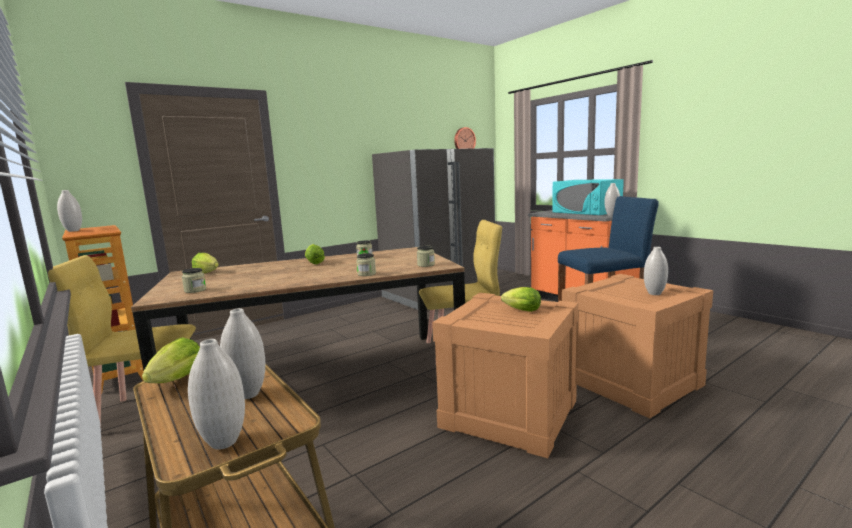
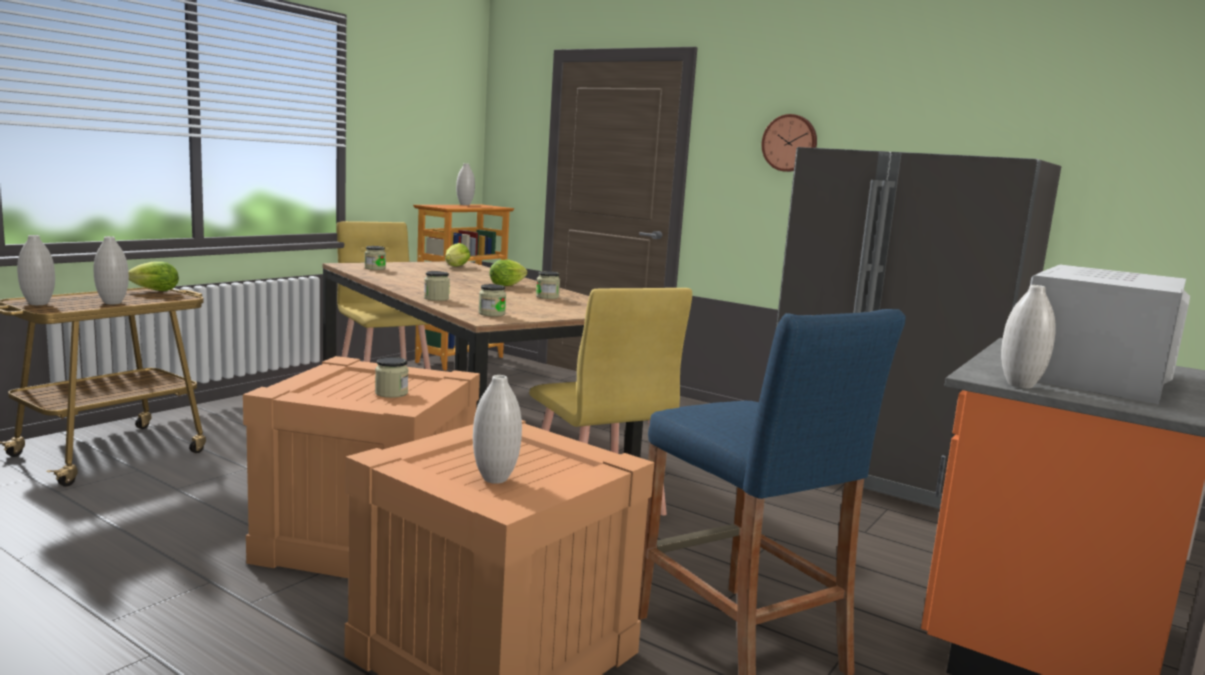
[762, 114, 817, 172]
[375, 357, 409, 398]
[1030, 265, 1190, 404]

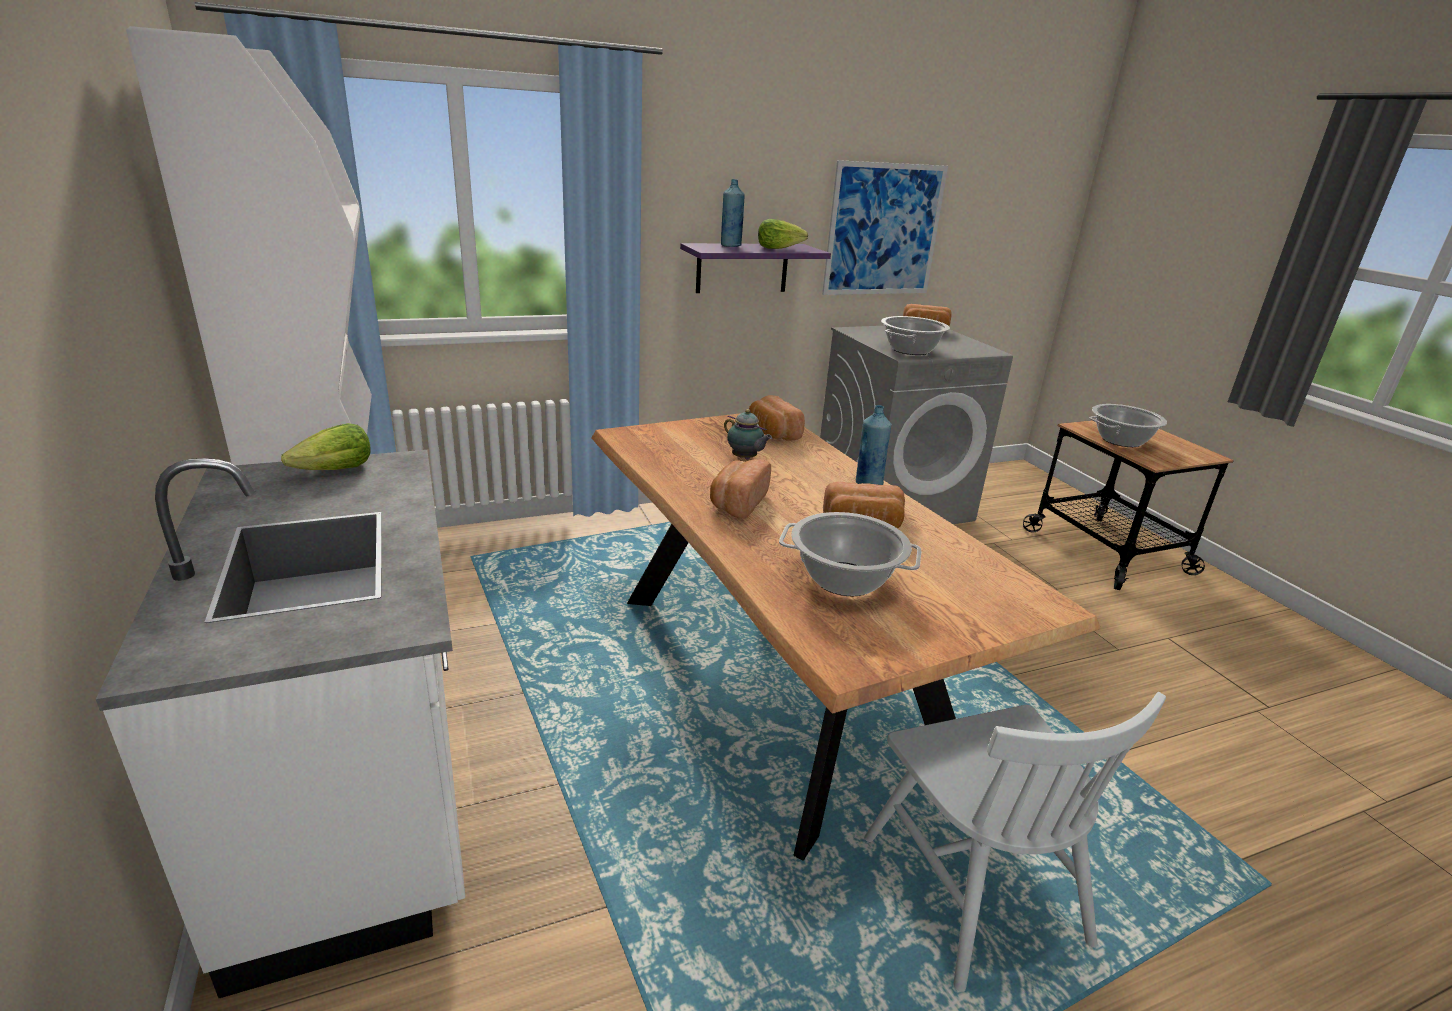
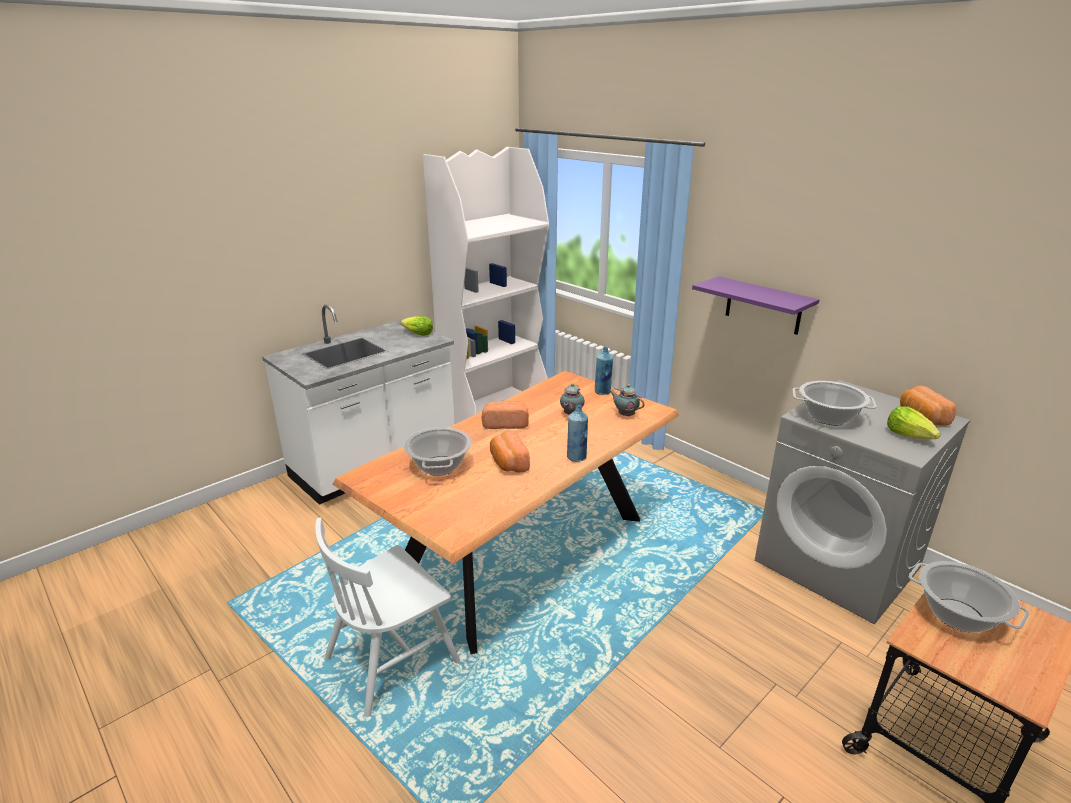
[822, 160, 948, 295] (first image)
[595, 347, 613, 395]
[887, 406, 941, 439]
[610, 384, 645, 417]

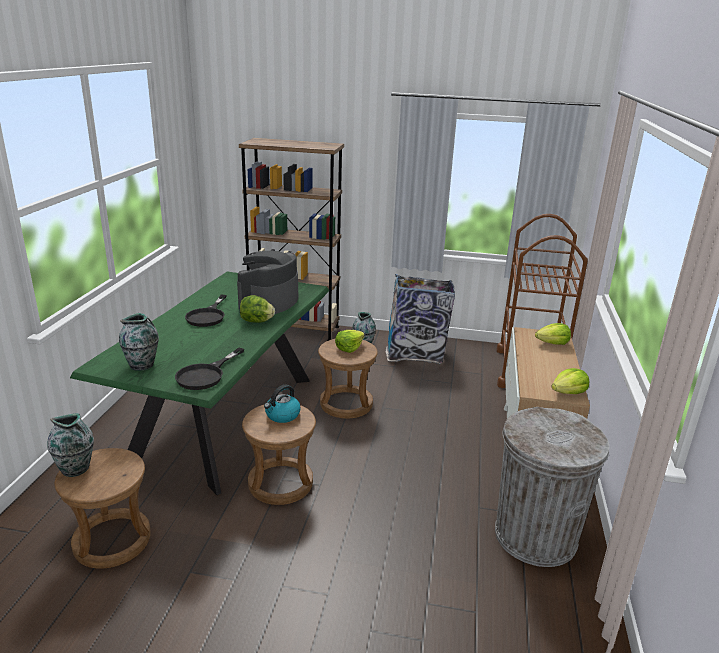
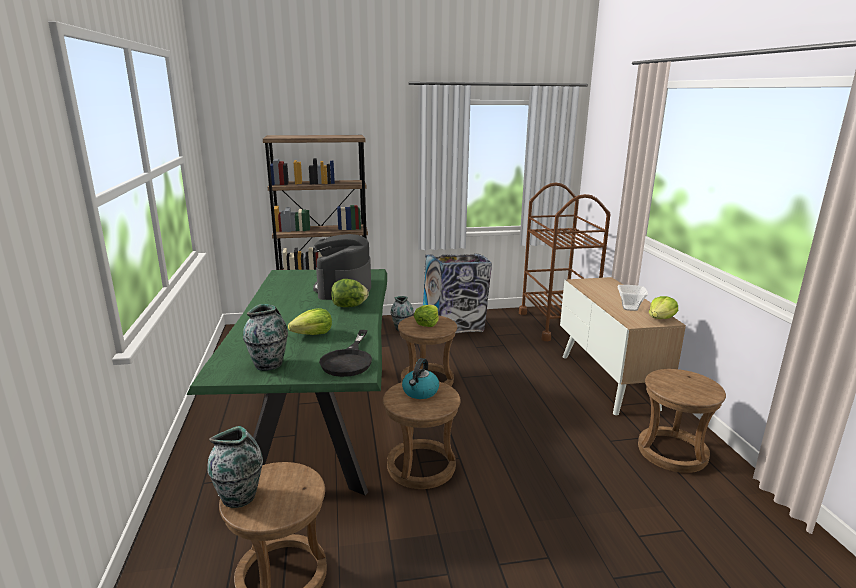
[185, 295, 227, 327] (first image)
[617, 285, 648, 311]
[288, 308, 332, 335]
[638, 369, 726, 473]

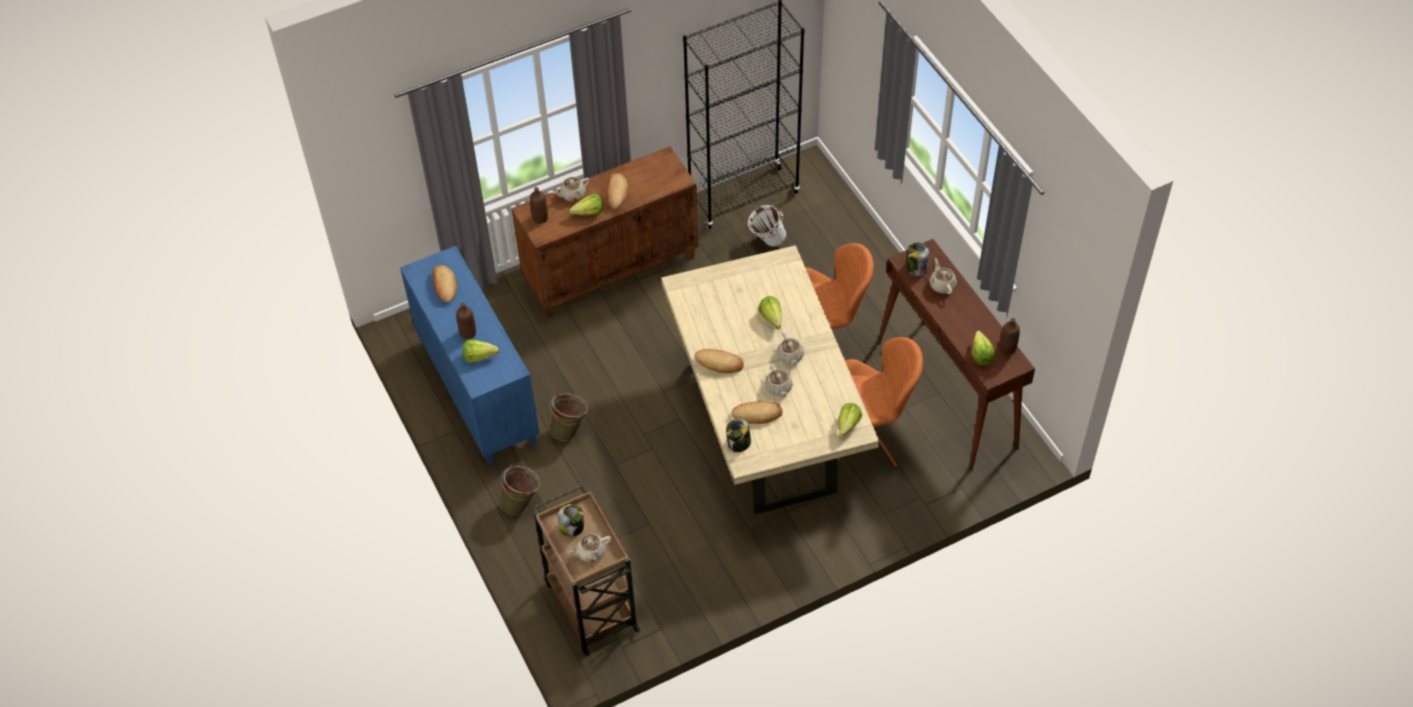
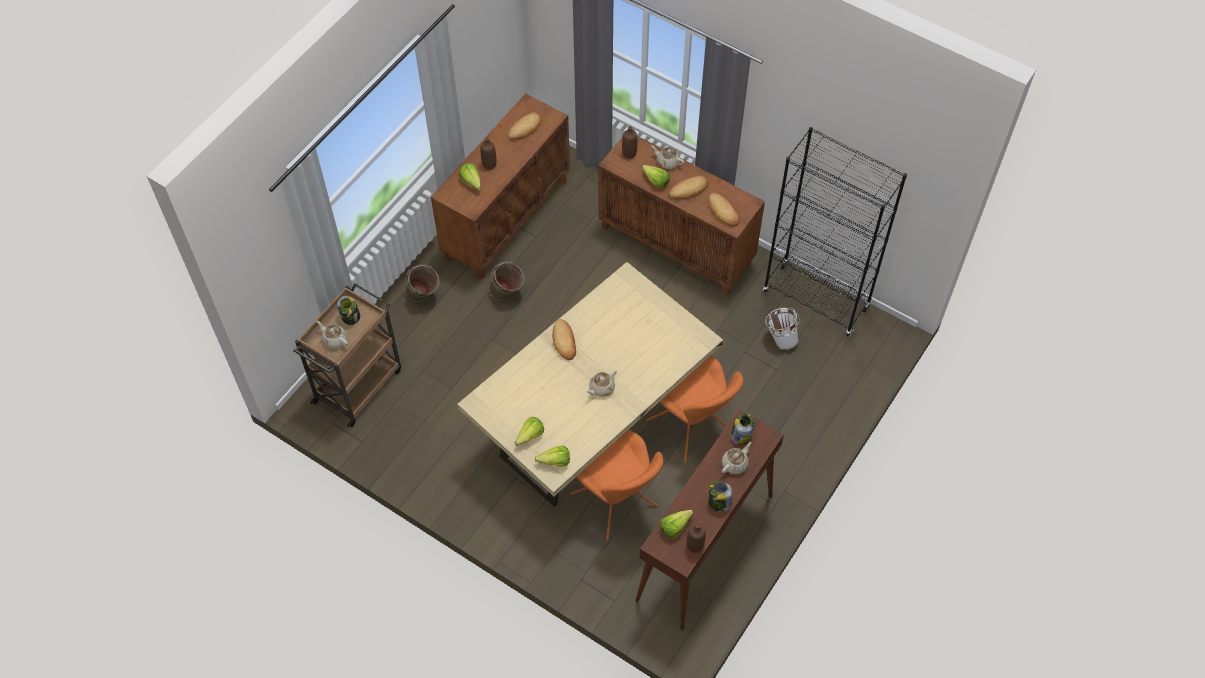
[765, 364, 793, 397] (first image)
[708, 481, 732, 512]
[708, 193, 740, 227]
[515, 417, 544, 446]
[431, 93, 570, 280]

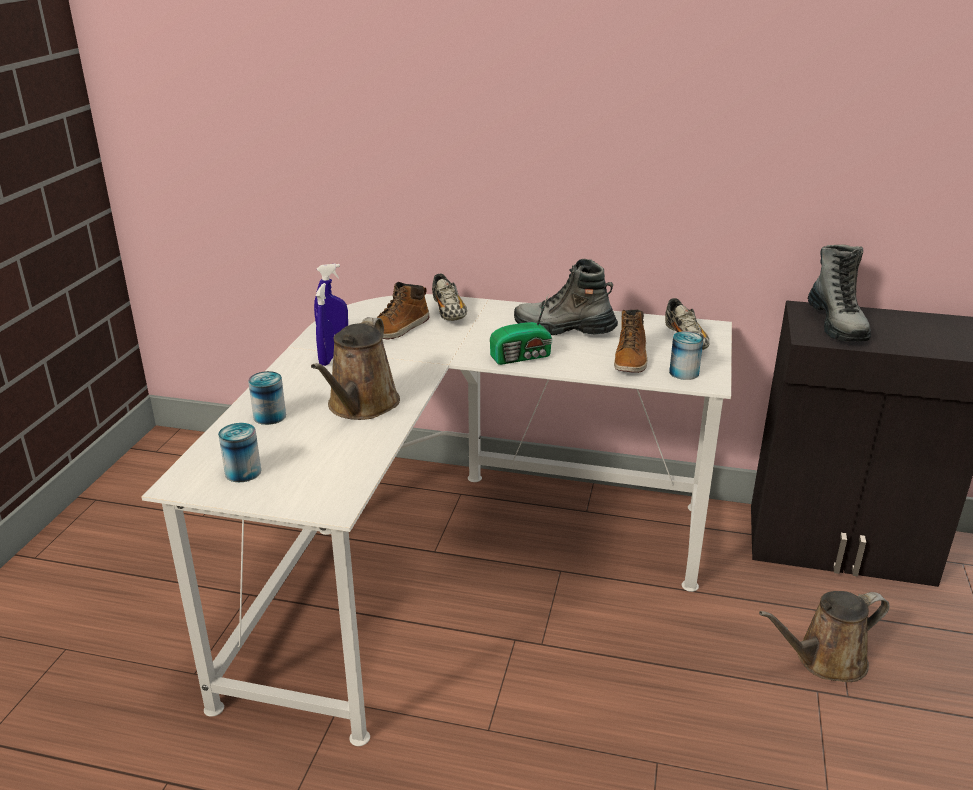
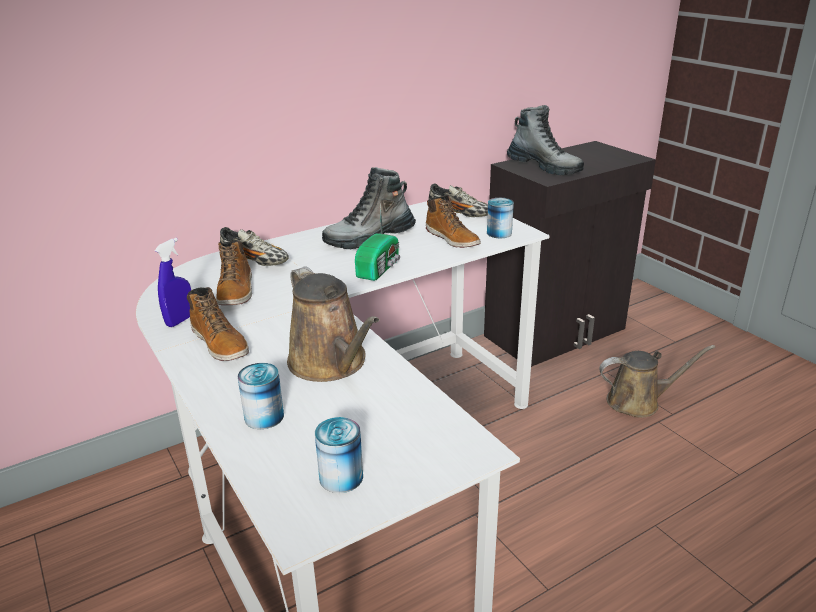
[187, 287, 249, 361]
[599, 345, 715, 418]

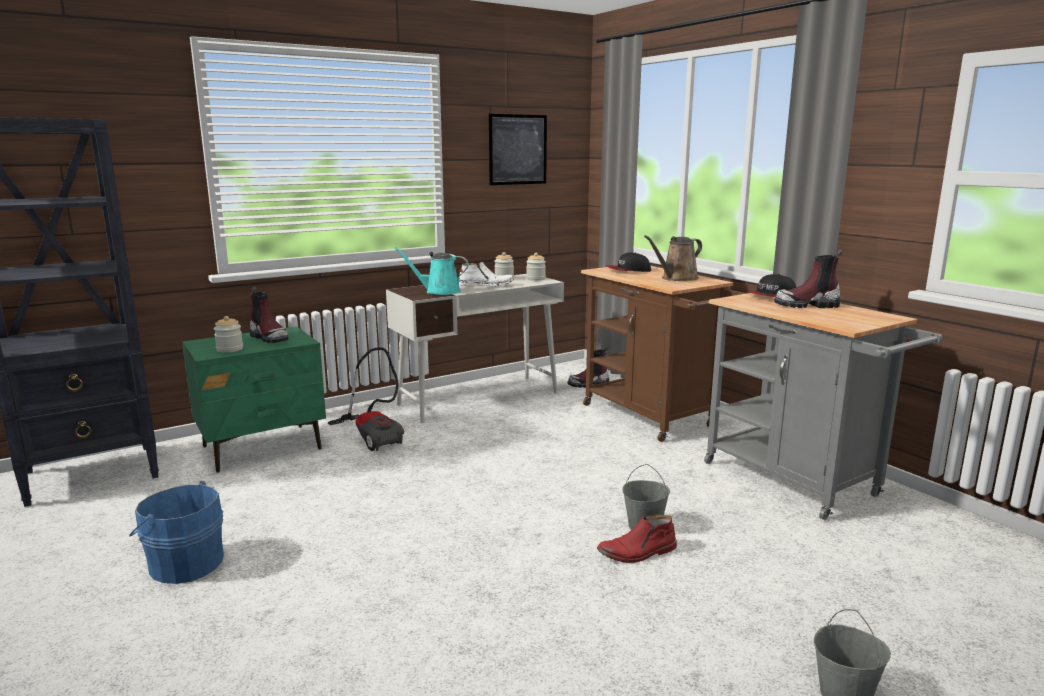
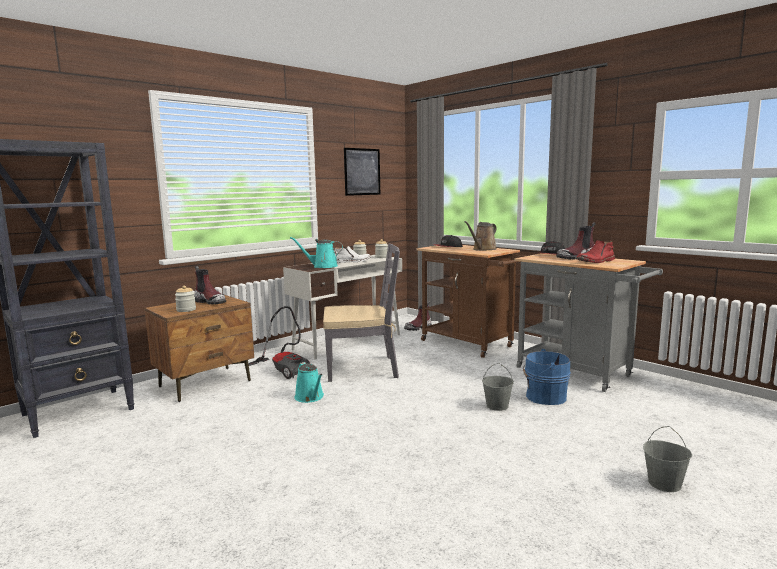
[295, 362, 324, 403]
[323, 244, 400, 382]
[523, 349, 571, 405]
[576, 240, 615, 263]
[144, 295, 254, 402]

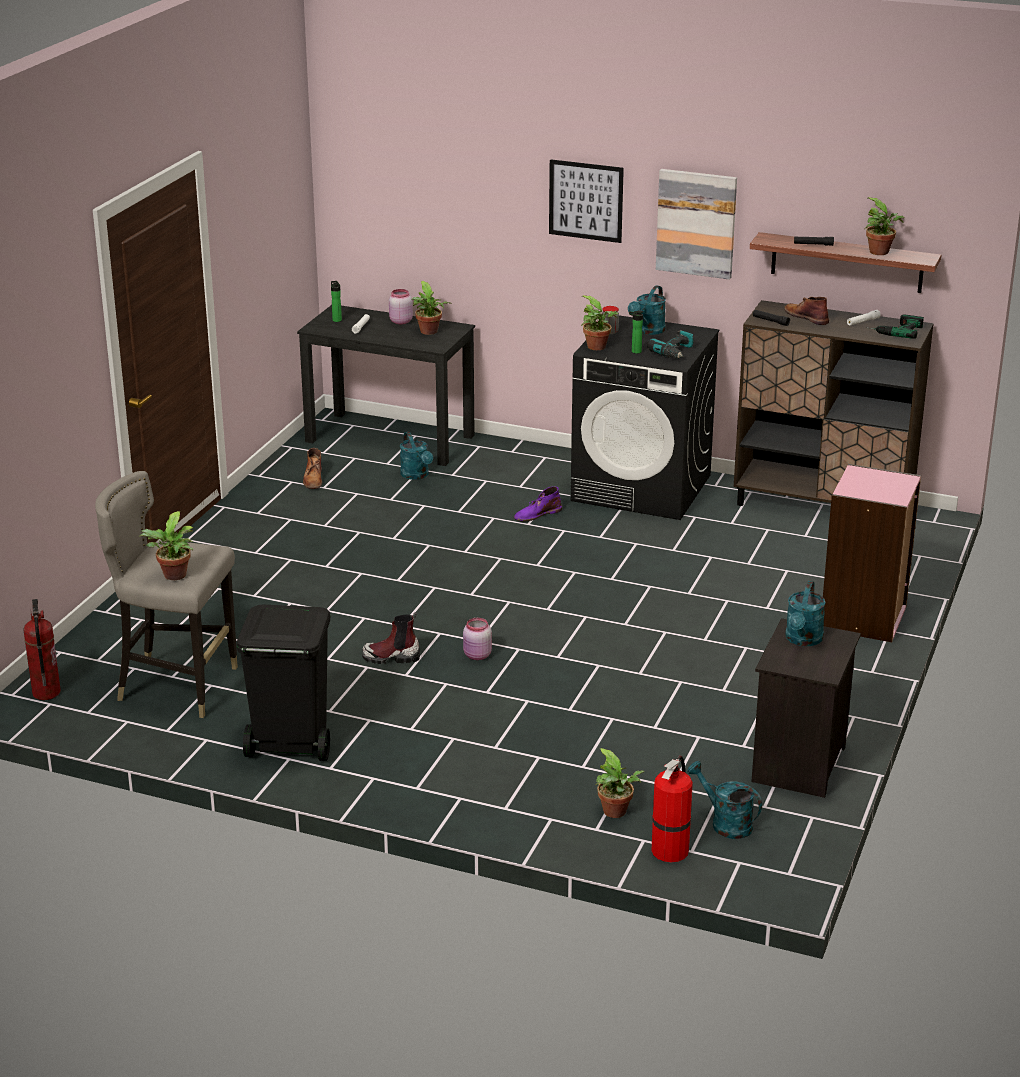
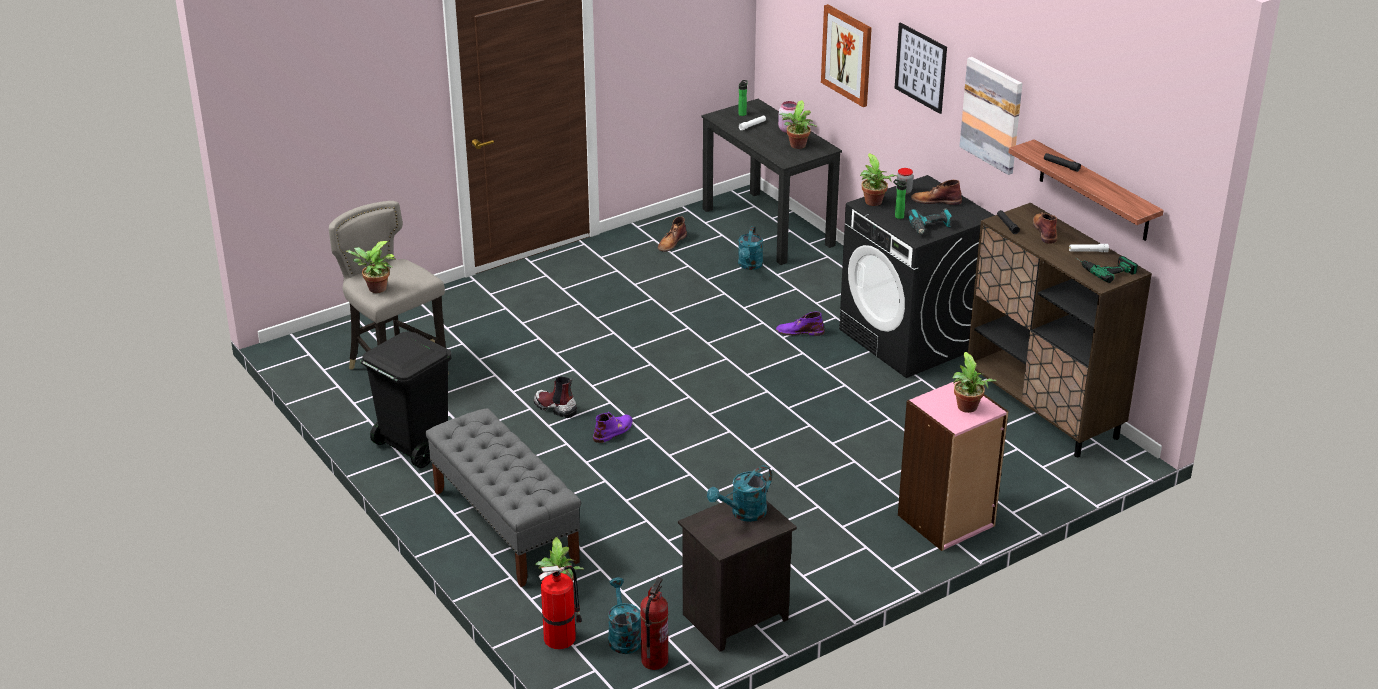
[426, 408, 581, 587]
[821, 4, 872, 107]
[640, 577, 668, 670]
[952, 352, 997, 413]
[593, 412, 633, 443]
[911, 180, 962, 205]

